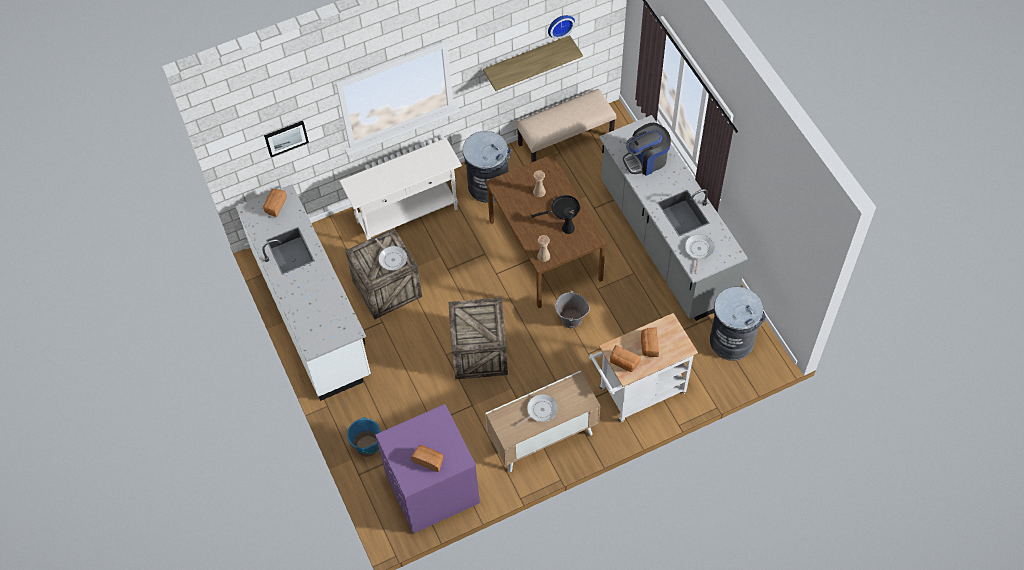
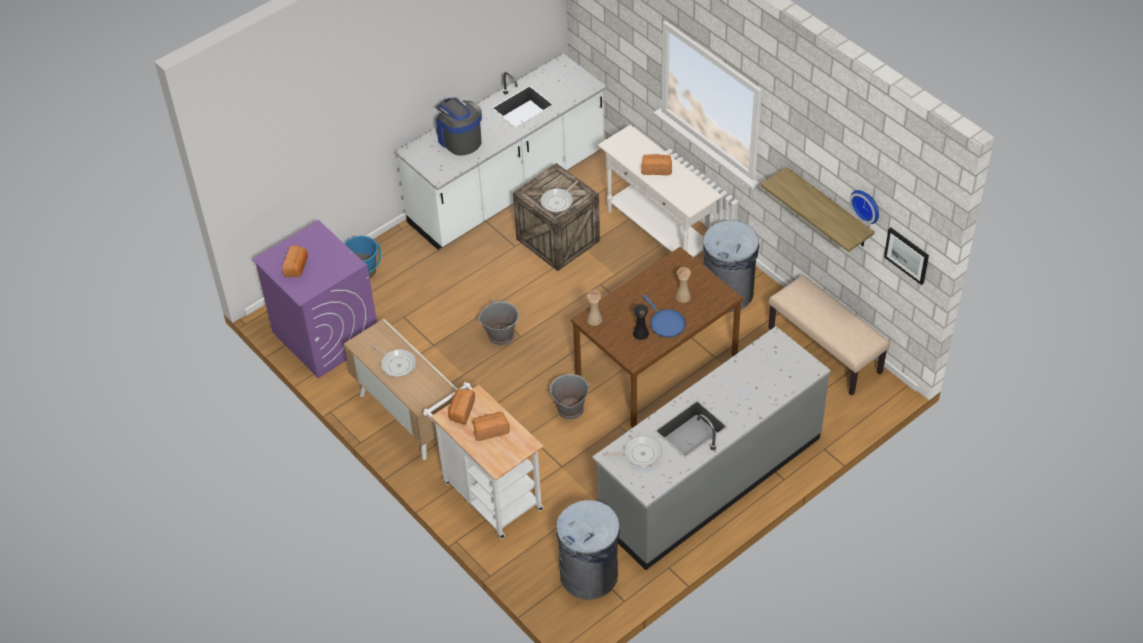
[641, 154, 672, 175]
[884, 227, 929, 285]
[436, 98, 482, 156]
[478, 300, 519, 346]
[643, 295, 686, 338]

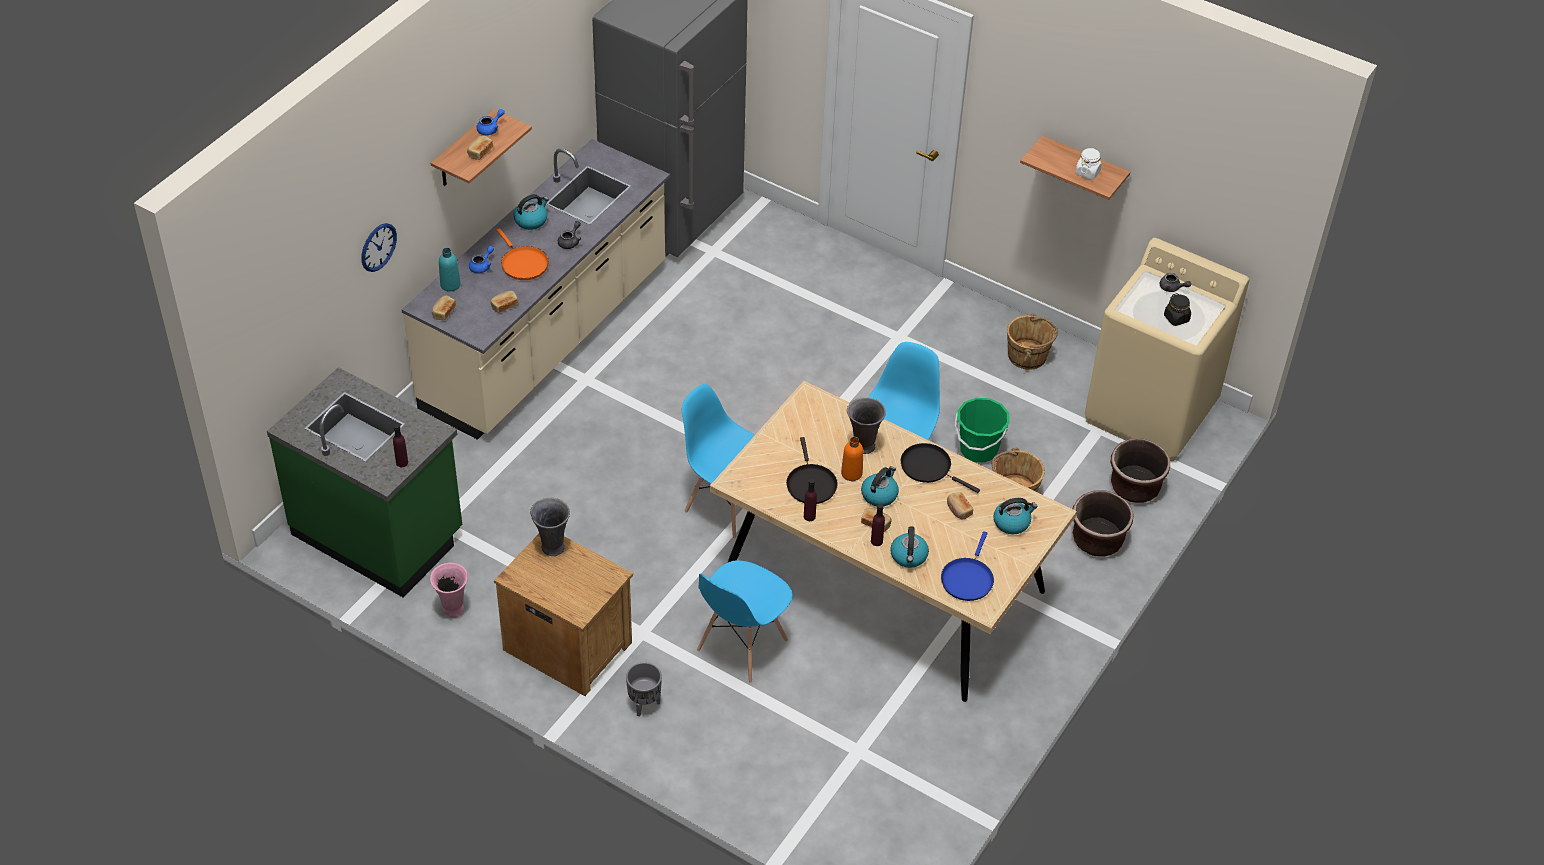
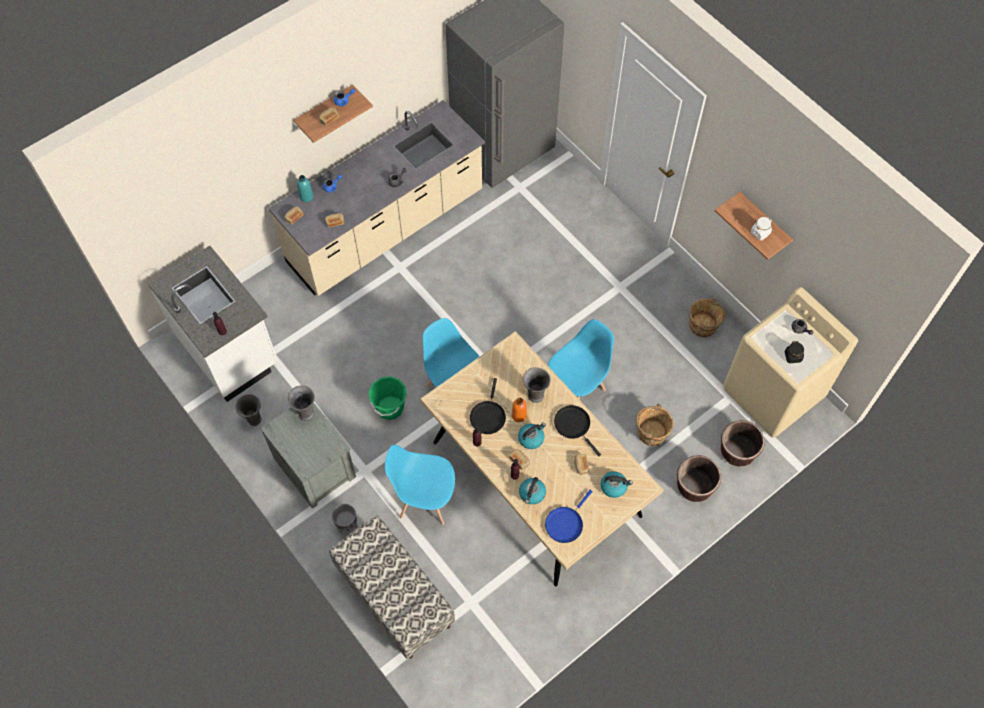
[361, 223, 397, 272] (first image)
[496, 228, 549, 280] (first image)
[513, 194, 549, 230] (first image)
[329, 515, 455, 659]
[369, 376, 407, 420]
[148, 246, 278, 402]
[235, 394, 261, 426]
[260, 403, 356, 509]
[385, 445, 455, 525]

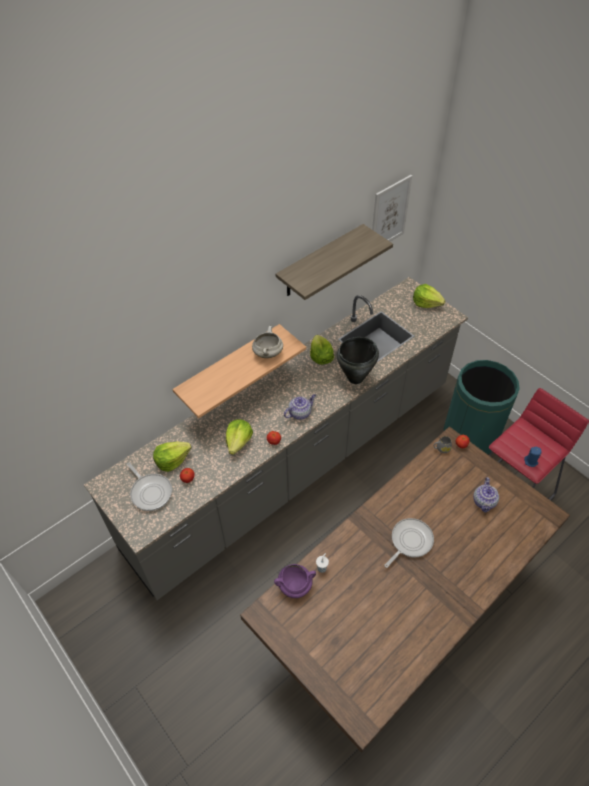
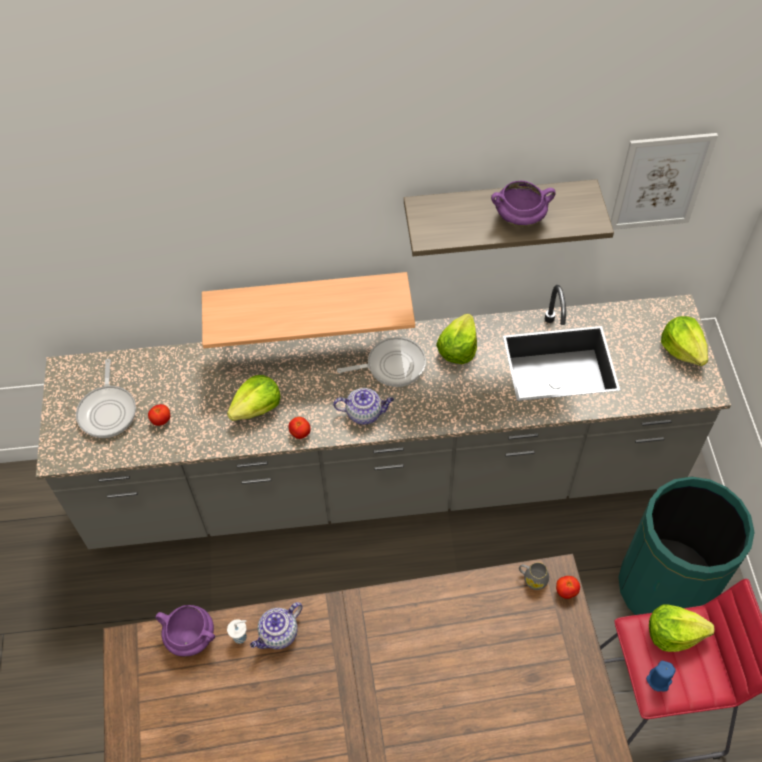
[252, 326, 283, 358] (first image)
[337, 337, 379, 384] (first image)
[491, 181, 556, 227]
[649, 605, 715, 652]
[337, 337, 426, 387]
[250, 602, 303, 649]

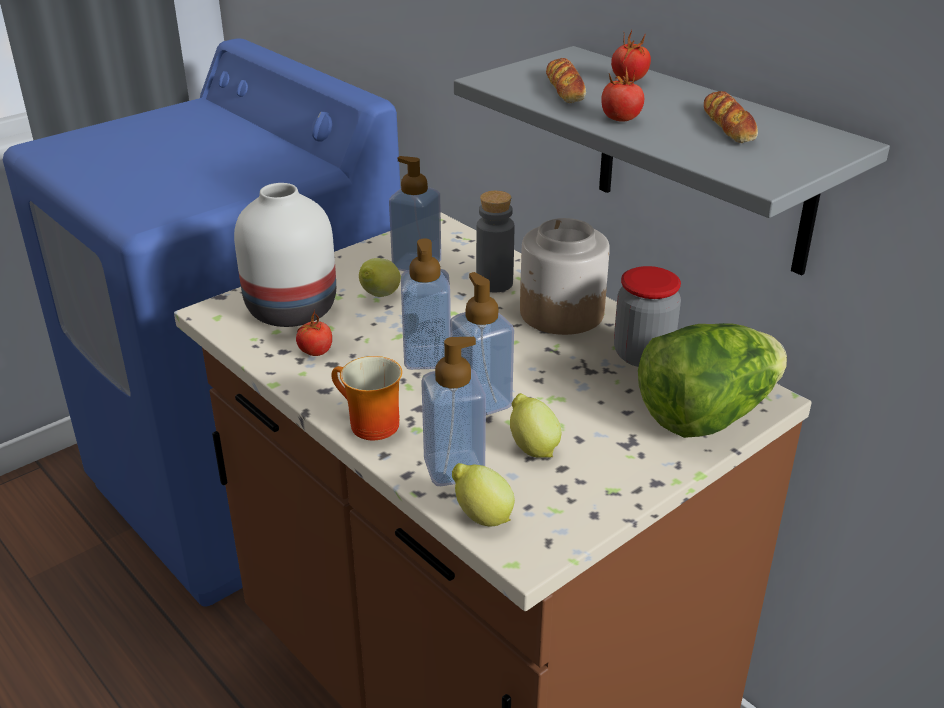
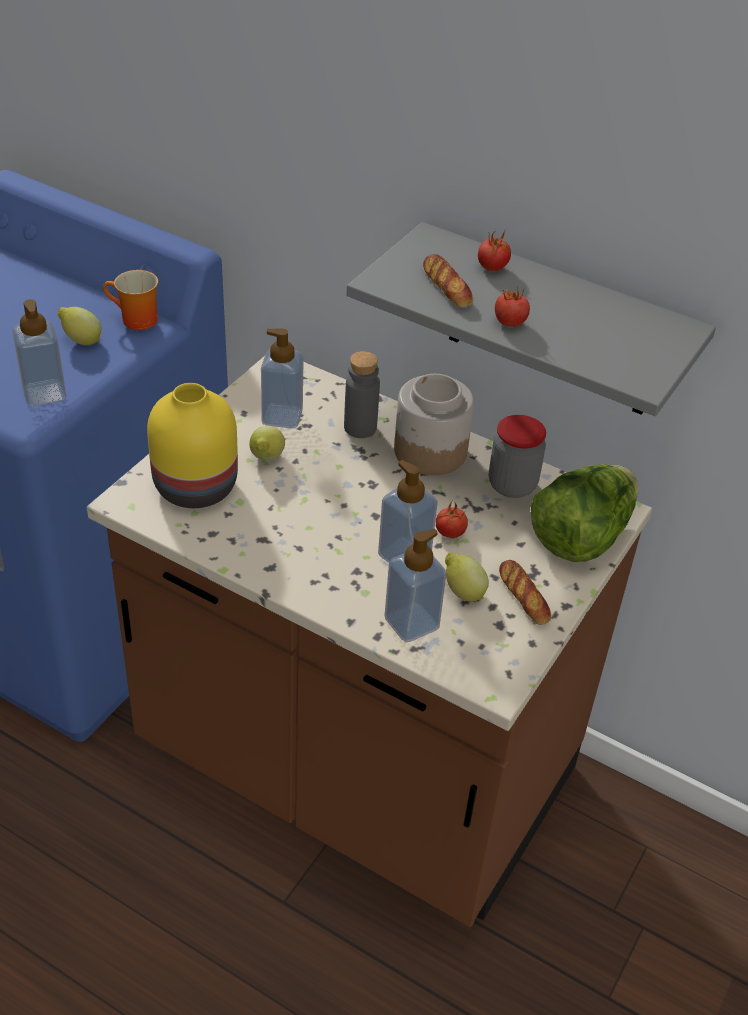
[436, 501, 468, 538]
[103, 270, 158, 330]
[12, 299, 66, 407]
[57, 307, 101, 345]
[499, 560, 552, 625]
[147, 383, 238, 508]

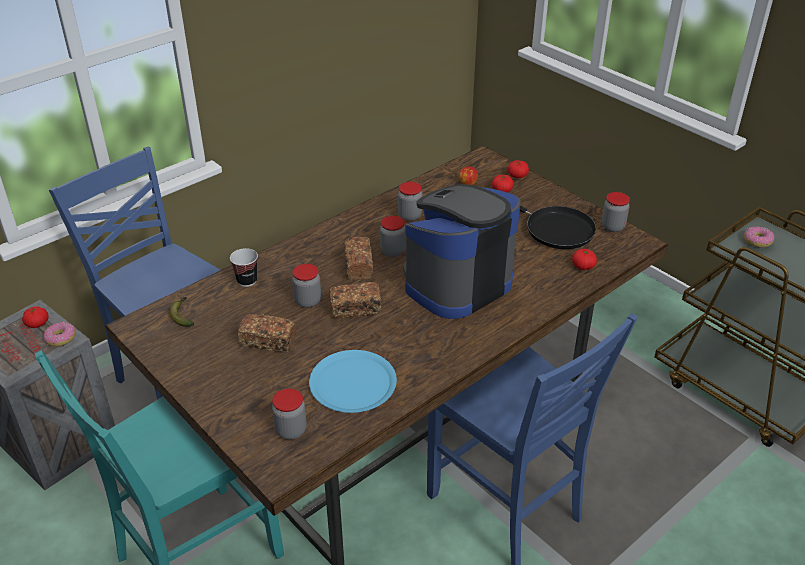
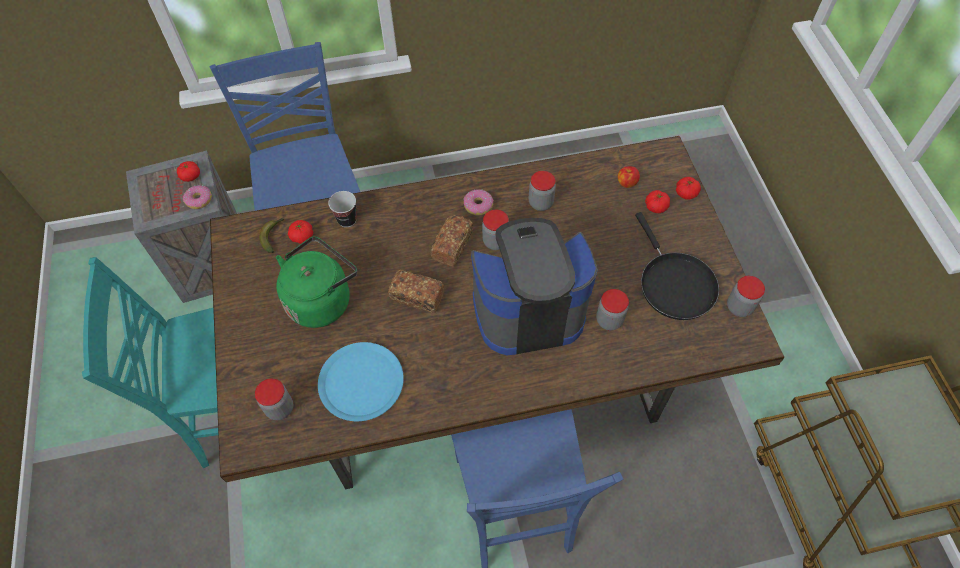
[596, 289, 629, 331]
[288, 220, 313, 244]
[463, 189, 494, 216]
[276, 236, 357, 328]

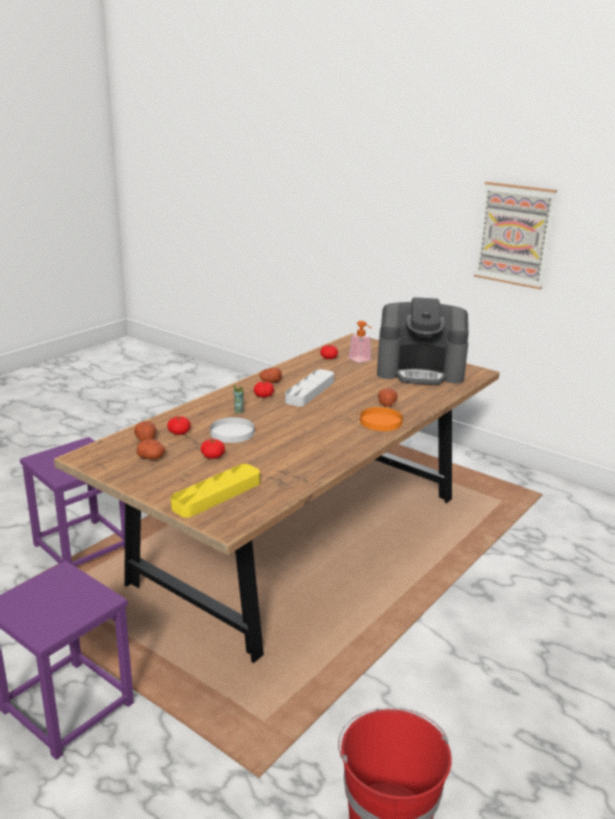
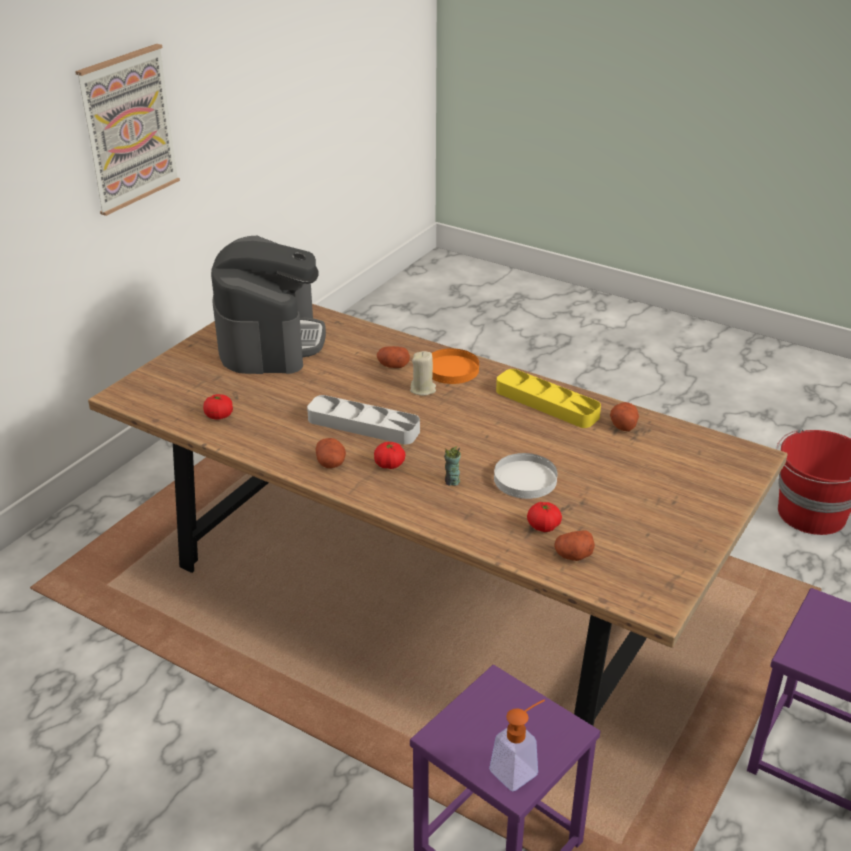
[201, 439, 225, 459] (first image)
[410, 351, 436, 396]
[610, 402, 639, 431]
[496, 369, 601, 428]
[489, 700, 545, 792]

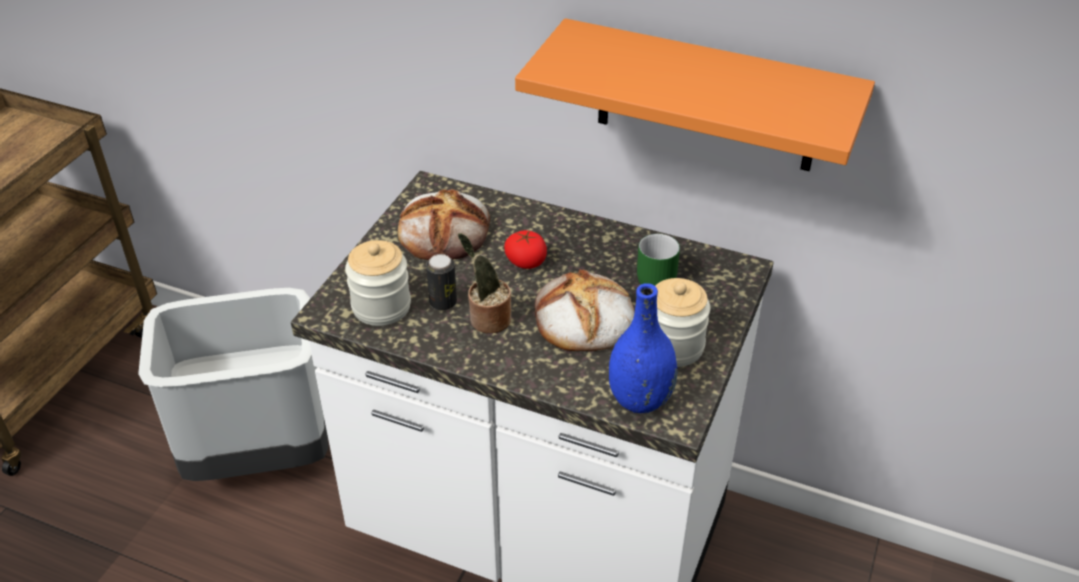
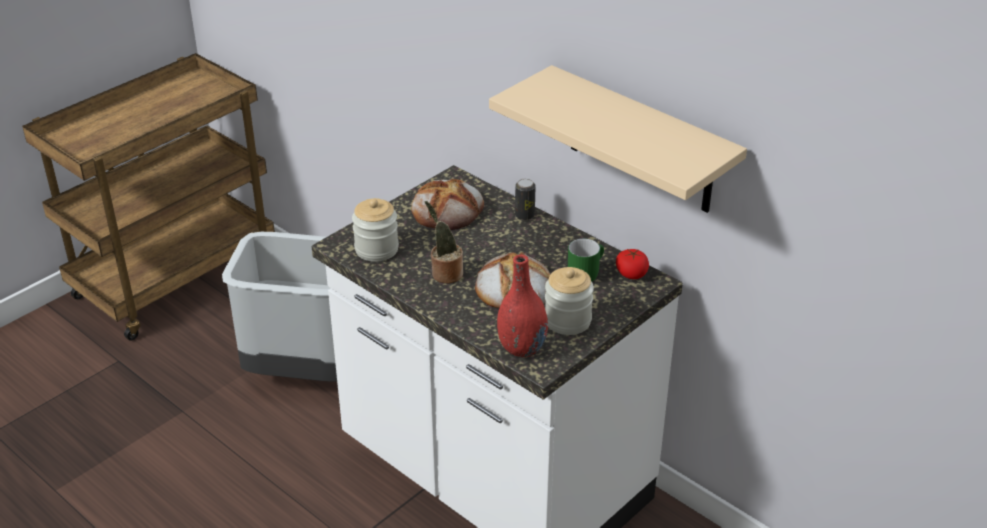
[515, 179, 536, 220]
[616, 249, 649, 279]
[489, 65, 747, 213]
[497, 254, 548, 357]

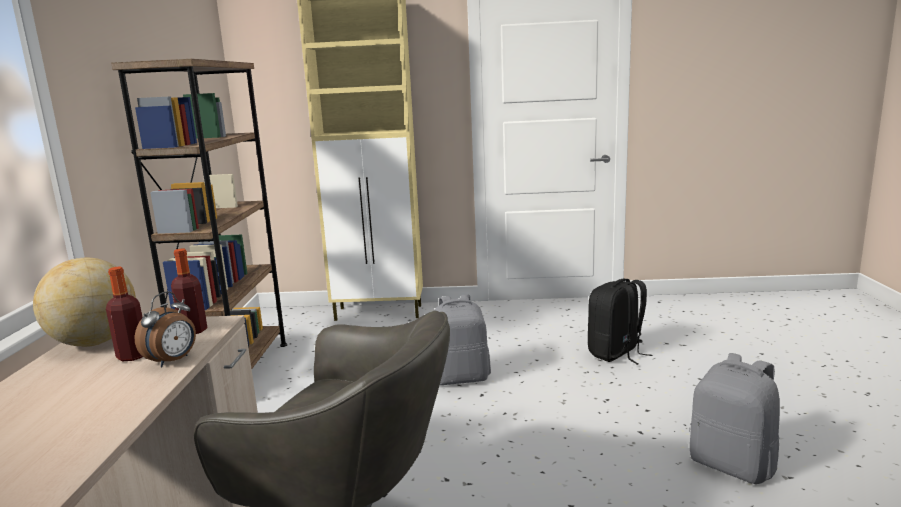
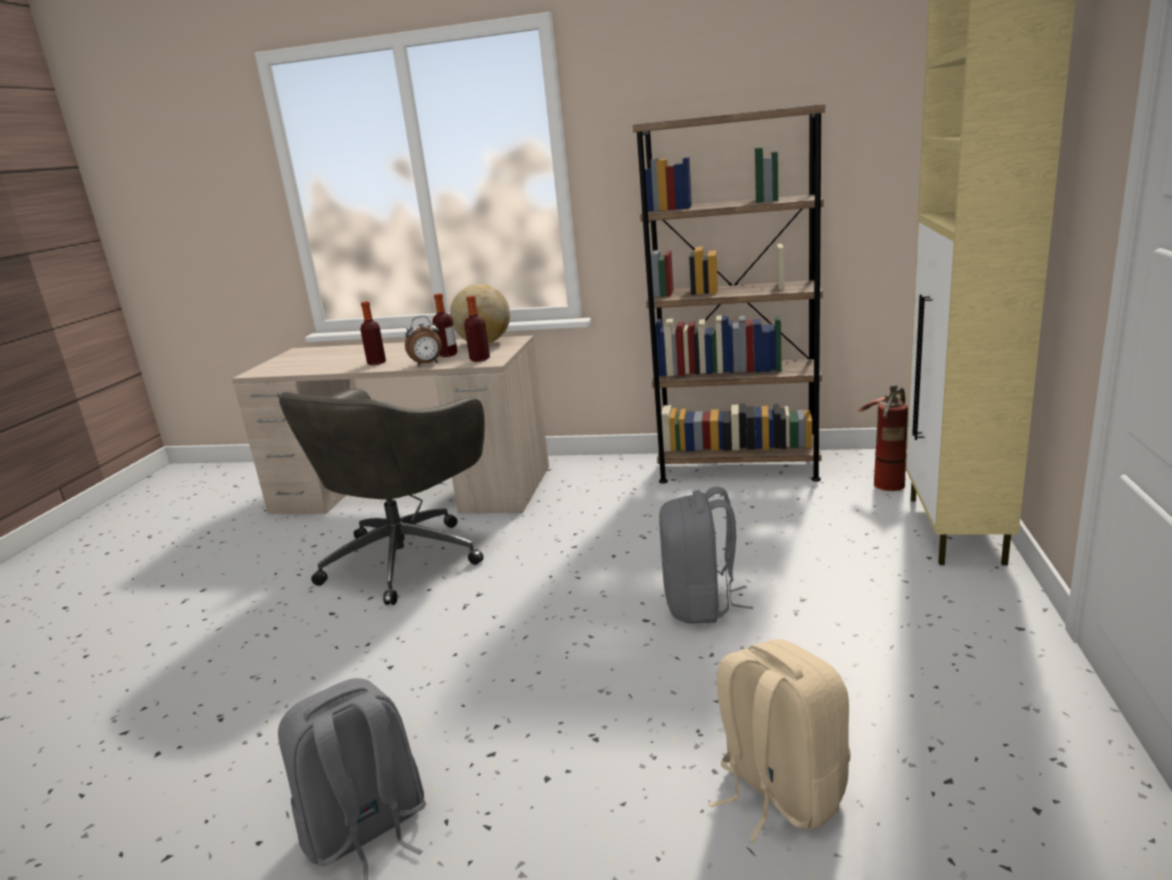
[360, 301, 386, 365]
[858, 384, 908, 491]
[709, 639, 850, 843]
[405, 316, 442, 366]

